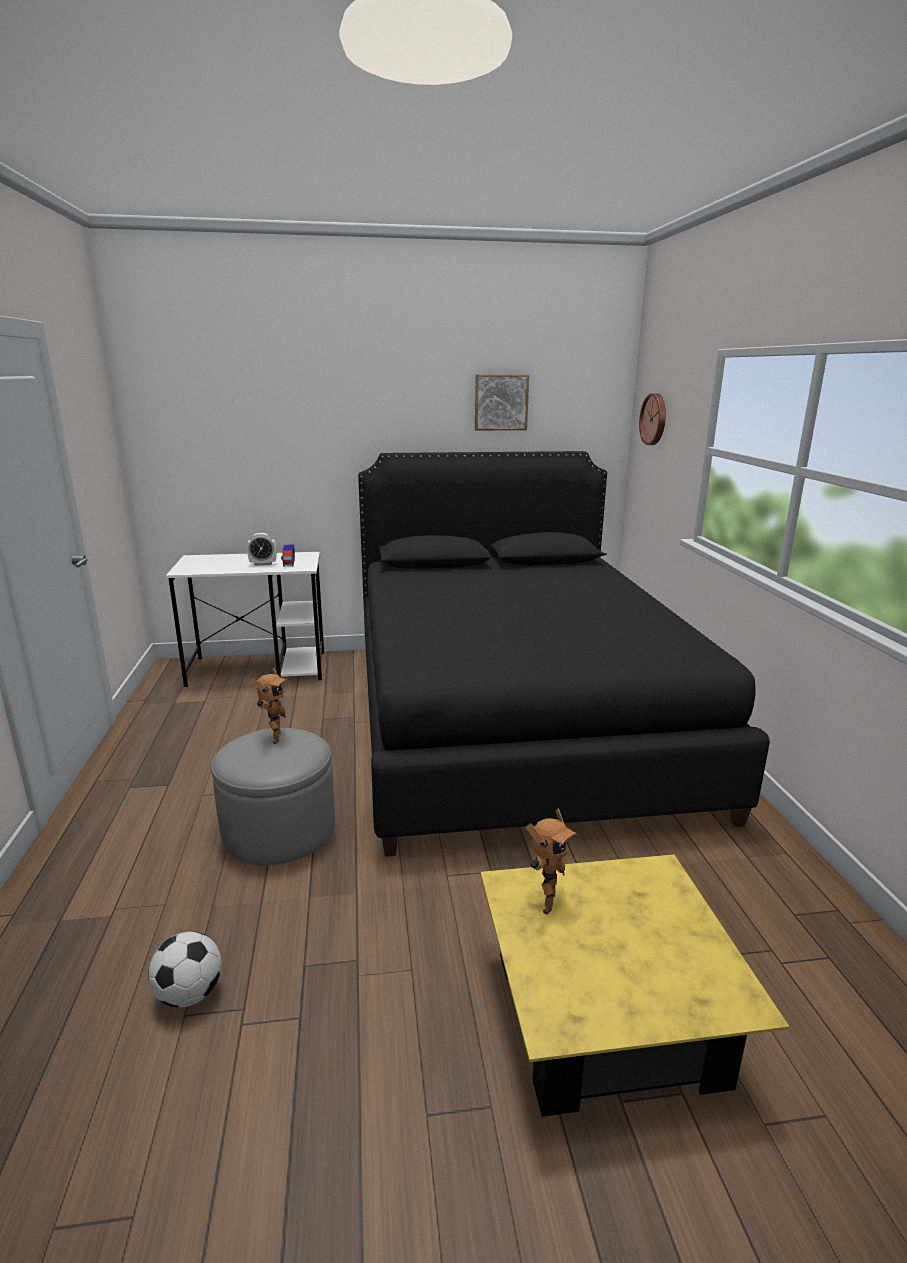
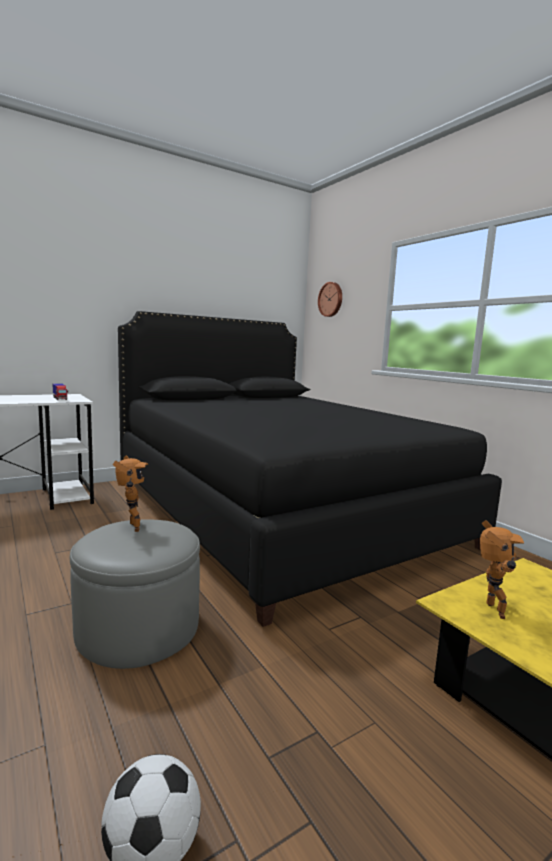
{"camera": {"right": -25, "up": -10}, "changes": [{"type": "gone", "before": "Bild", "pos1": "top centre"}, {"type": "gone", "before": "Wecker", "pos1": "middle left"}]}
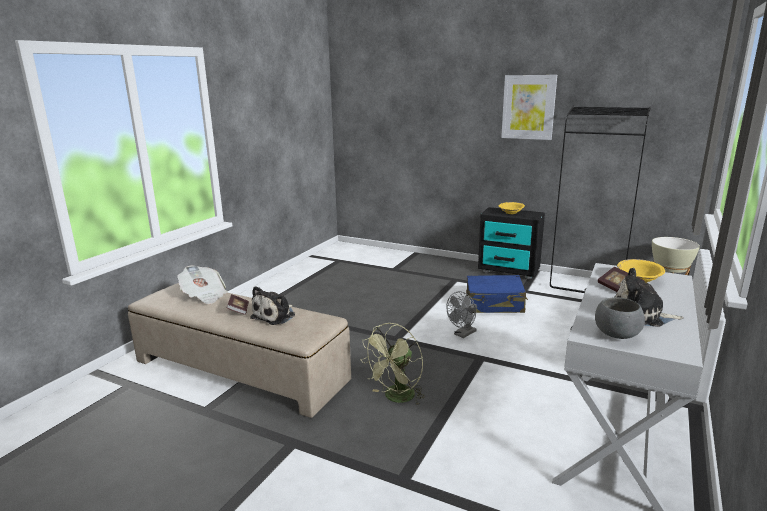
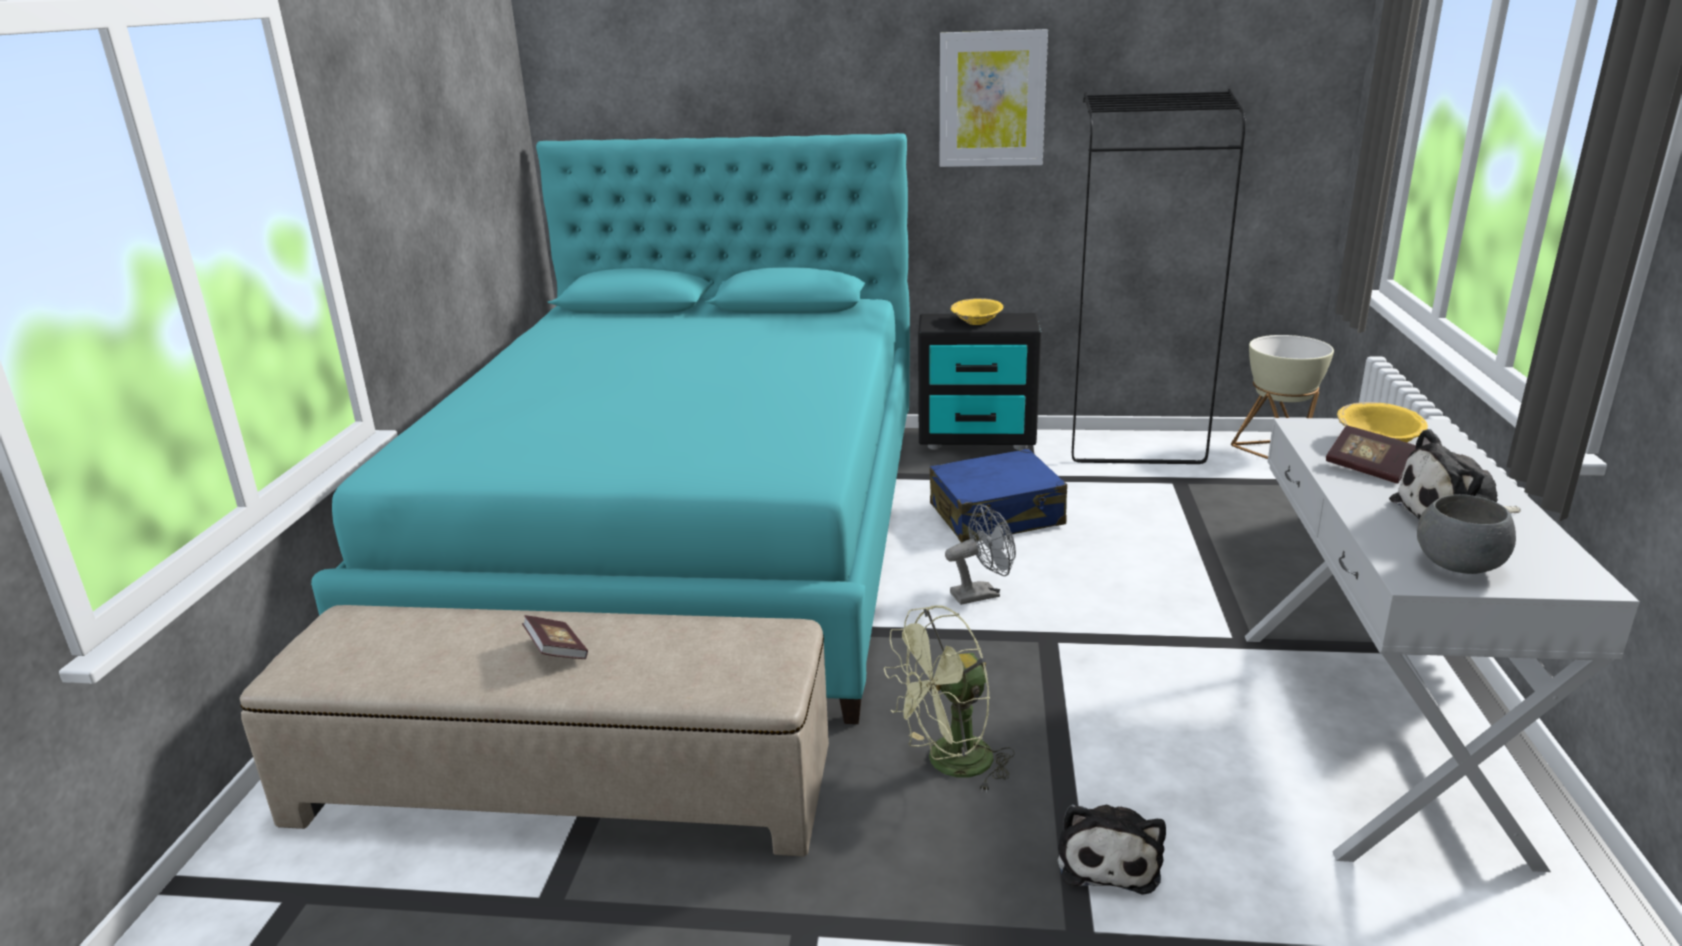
{"camera": {"right": -20, "up": 5}, "changes": [{"type": "gone", "before": "Zeitung", "pos1": "middle left"}, {"type": "shifted", "before": "Plüschtier (no. 1 from left)", "pos1": "centre", "pos2": "bottom centre"}, {"type": "rotated", "before": "Ventilator [grau]", "pos1": "centre", "pos2": "centre", "turn": -135}, {"type": "rotated", "before": "Ventilator [grün]", "pos1": "bottom centre", "pos2": "bottom centre", "turn": 45}, {"type": "new", "after": "Bett [türkis]", "pos2": "centre"}]}
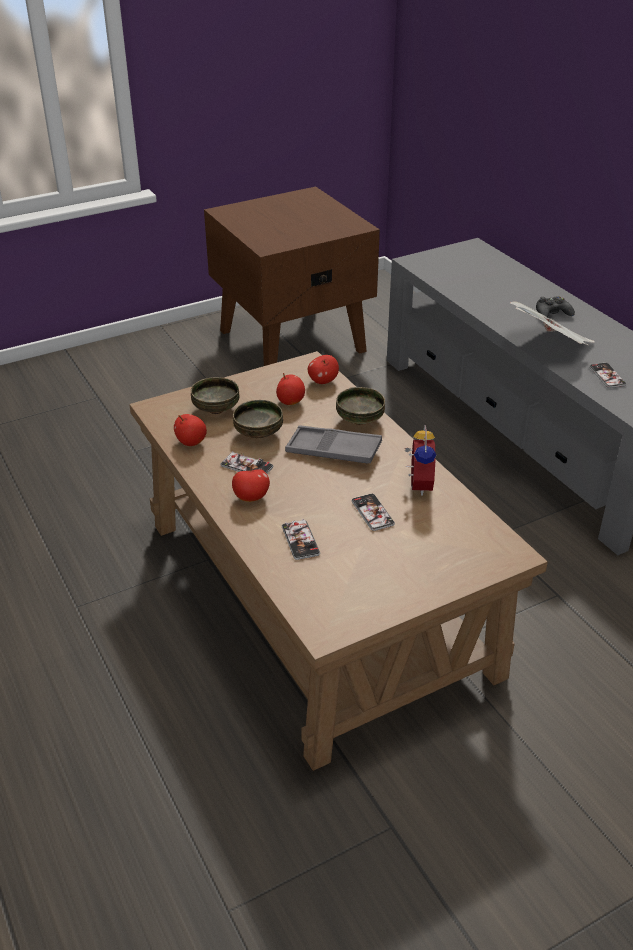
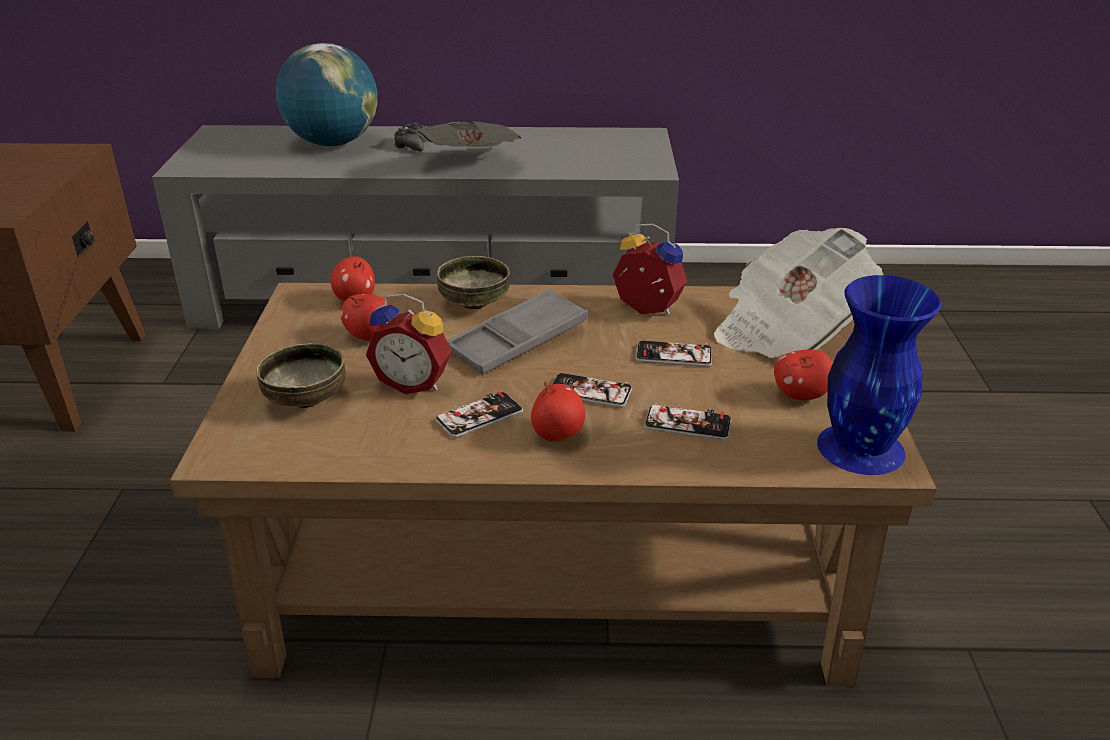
{"camera": {"right": -60, "up": -5}, "changes": [{"type": "shifted", "before": "Handy (no. 4 from left in the first image)", "after": "Handy (no. 2 from left)", "pos1": "middle right", "pos2": "centre"}, {"type": "swapped", "before": "Schüssel (no. 2 from left)", "after": "Wecker (no. 1 from left)", "pos1": "centre", "pos2": "centre"}, {"type": "shifted", "before": "Apfel (no. 1 from left in the first image)", "after": "Apfel (no. 4 from left)", "pos1": "middle left", "pos2": "middle right"}, {"type": "new", "after": "Globus", "pos2": "top left"}, {"type": "new", "after": "Zeitung (no. 2 from left)", "pos2": "middle right"}, {"type": "new", "after": "Vase [blau]", "pos2": "middle right"}]}
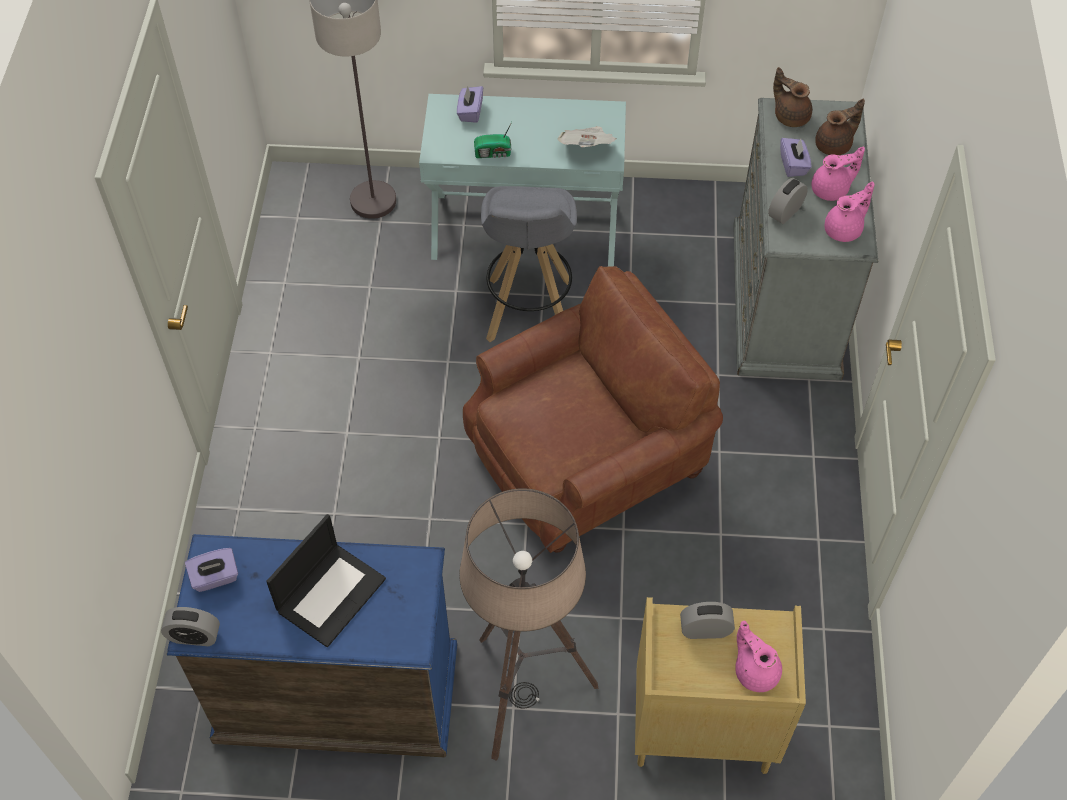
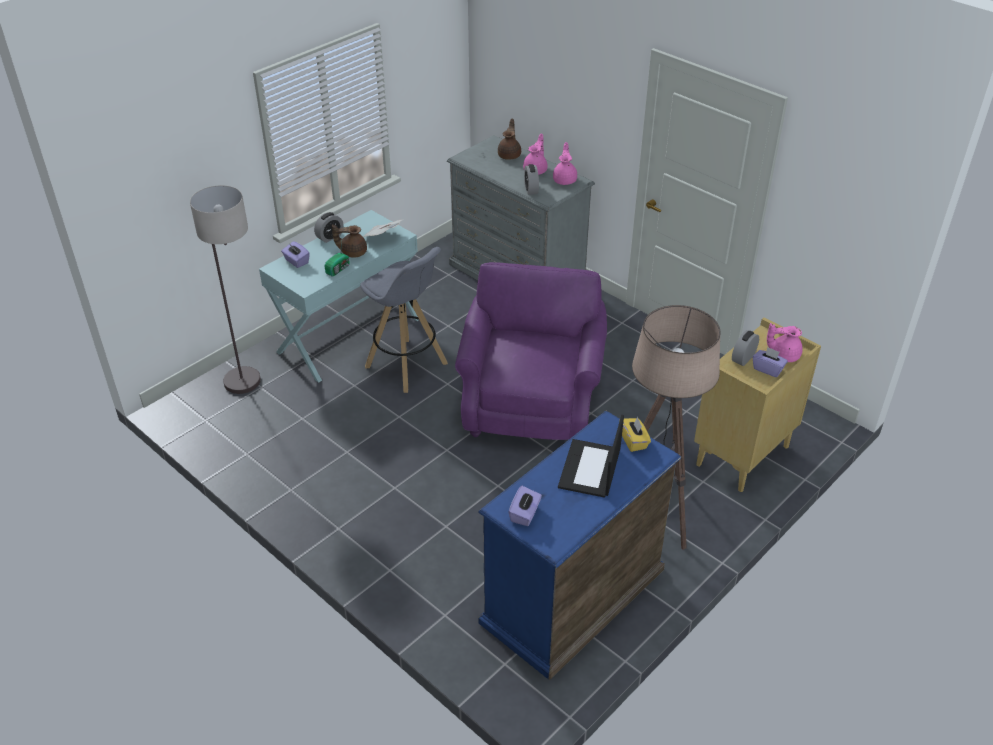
{"camera": {"right": -50, "up": -15}, "changes": [{"type": "shifted", "before": "Teekanne [braun] (no. 1 from left)", "pos1": "top right", "pos2": "top centre"}, {"type": "shifted", "before": "Taschentuchbox [lila] (no. 3 from left)", "pos1": "top right", "pos2": "middle right"}, {"type": "repainted", "before": "Sessel [braun]", "after": "Sessel [lila]", "pos1": "centre", "pos2": "centre"}, {"type": "rotated", "before": "Laptop", "pos1": "bottom left", "pos2": "centre", "turn": -150}, {"type": "shifted", "before": "Wecker (no. 1 from left)", "pos1": "bottom left", "pos2": "top left"}, {"type": "new", "after": "Taschentuchbox [gelb]", "pos2": "centre"}]}
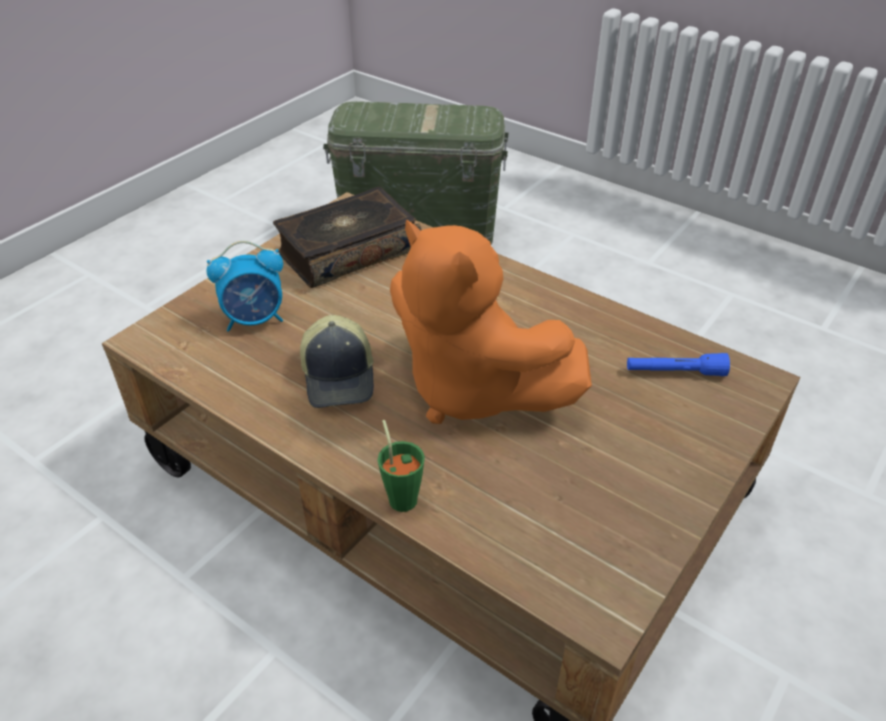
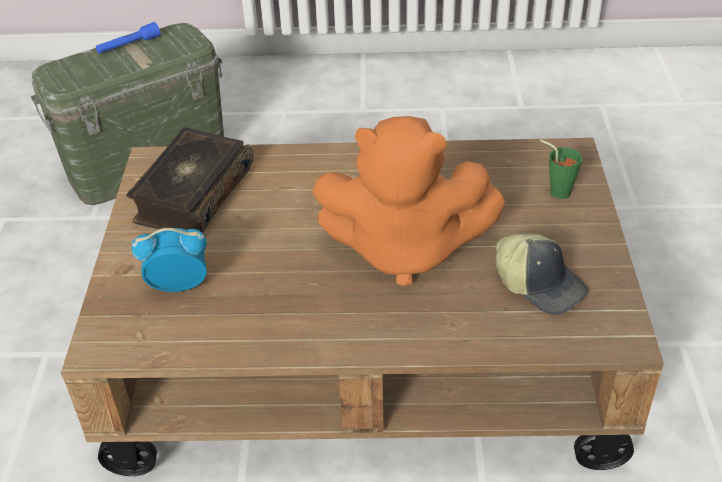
{"camera": {"right": -35, "up": 0}, "changes": [{"type": "rotated", "before": "Wecker", "pos1": "middle left", "pos2": "middle left", "turn": -135}, {"type": "shifted", "before": "Kappe", "pos1": "centre", "pos2": "middle right"}, {"type": "shifted", "before": "Taschenlampe [blau]", "pos1": "middle right", "pos2": "top left"}, {"type": "shifted", "before": "Tasse [grün]", "pos1": "centre", "pos2": "middle right"}]}
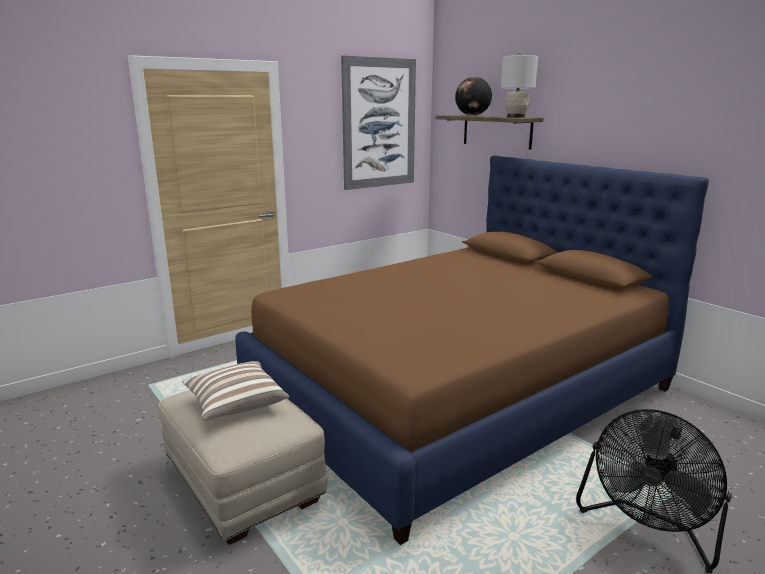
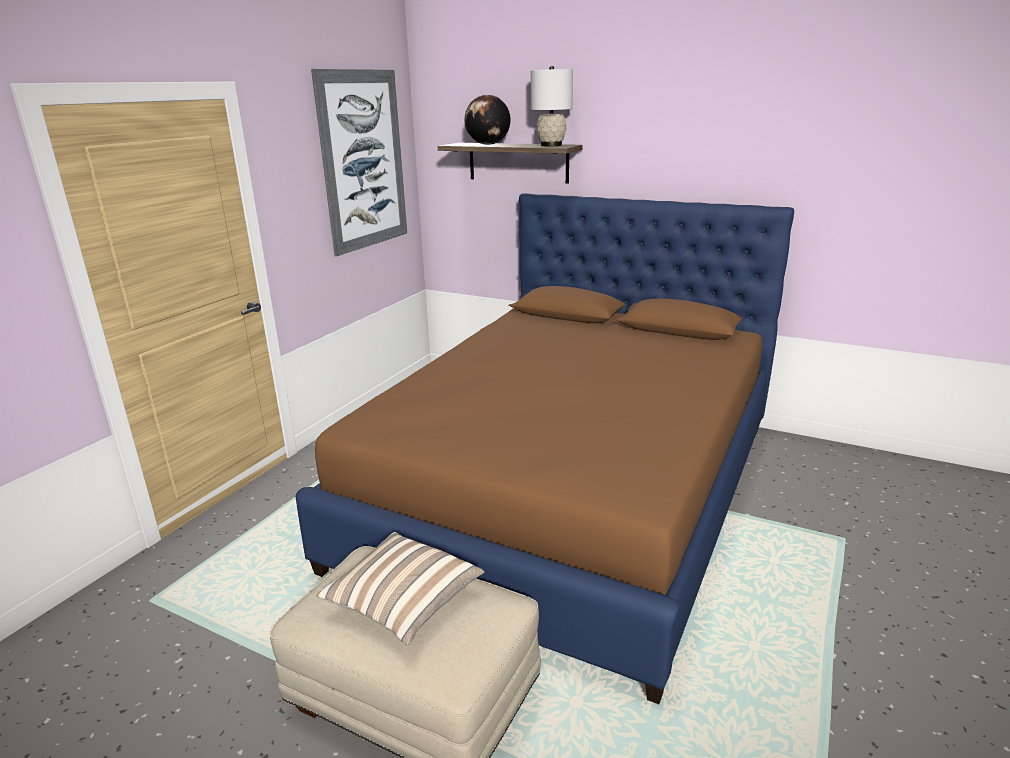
{"camera": {"right": -25, "up": 5}, "changes": [{"type": "gone", "before": "Ventilator [schwarz]", "pos1": "bottom right"}]}
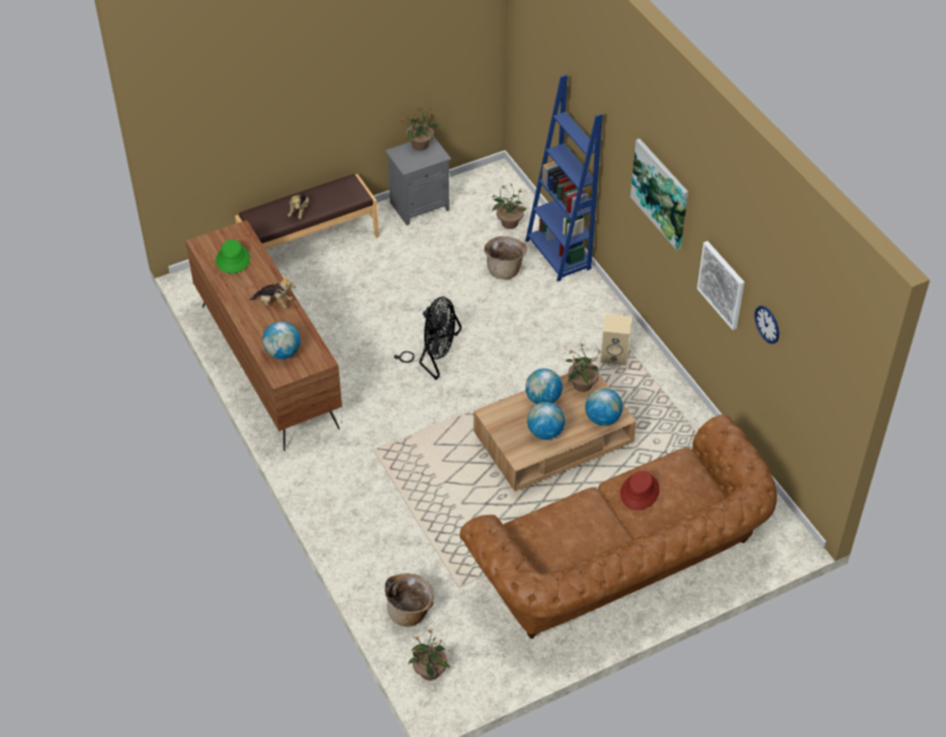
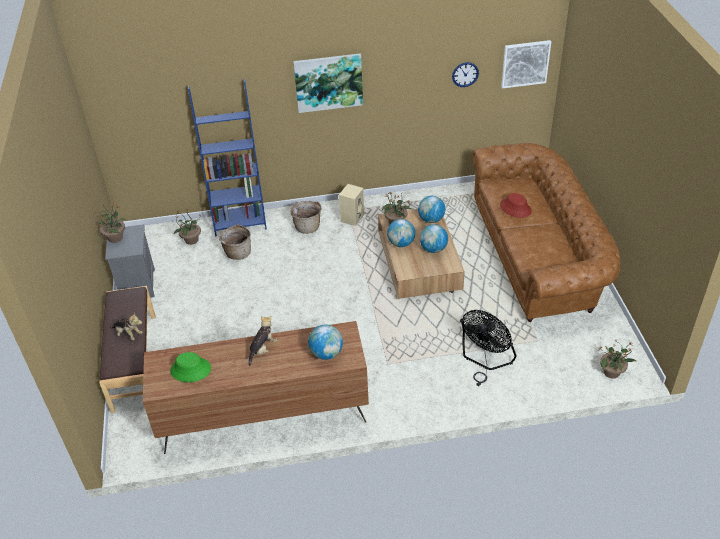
{"camera": {"right": -70, "up": -5}, "changes": [{"type": "shifted", "before": "Bild (no. 2 from left)", "pos1": "middle right", "pos2": "top right"}, {"type": "shifted", "before": "Ventilator [schwarz]", "pos1": "centre", "pos2": "middle right"}, {"type": "shifted", "before": "Korb (no. 1 from left in the first image)", "after": "Korb (no. 2 from left)", "pos1": "bottom centre", "pos2": "centre"}]}
